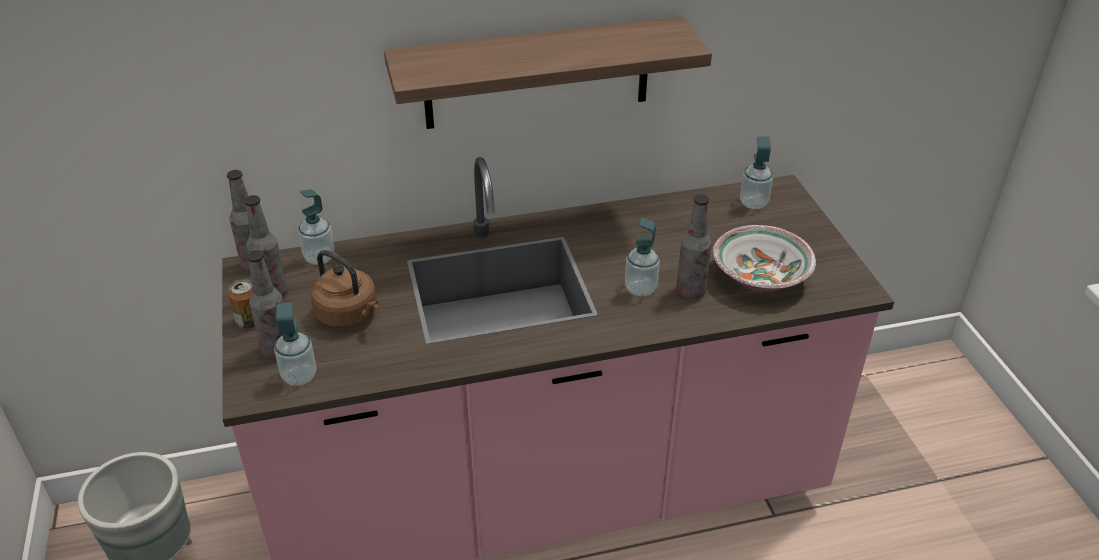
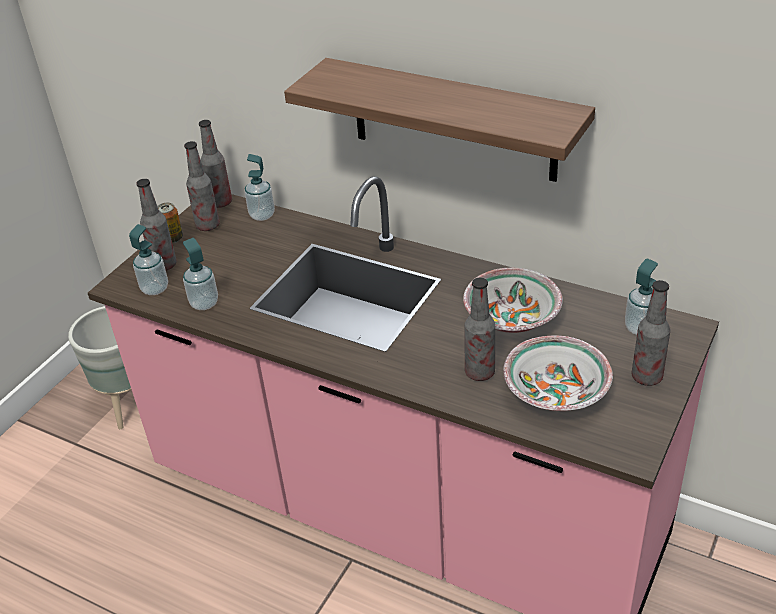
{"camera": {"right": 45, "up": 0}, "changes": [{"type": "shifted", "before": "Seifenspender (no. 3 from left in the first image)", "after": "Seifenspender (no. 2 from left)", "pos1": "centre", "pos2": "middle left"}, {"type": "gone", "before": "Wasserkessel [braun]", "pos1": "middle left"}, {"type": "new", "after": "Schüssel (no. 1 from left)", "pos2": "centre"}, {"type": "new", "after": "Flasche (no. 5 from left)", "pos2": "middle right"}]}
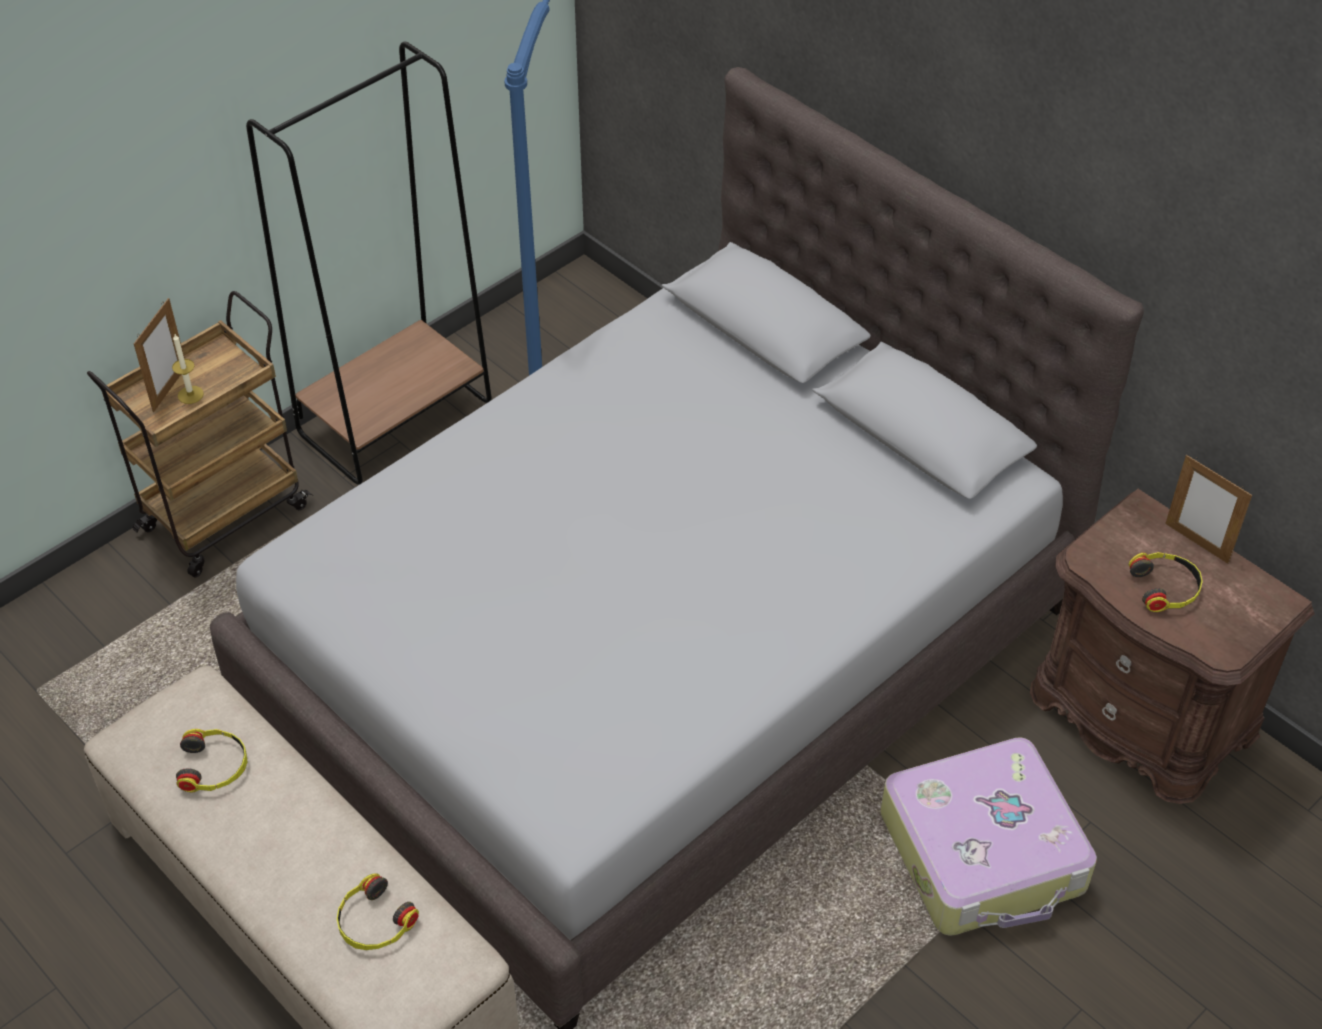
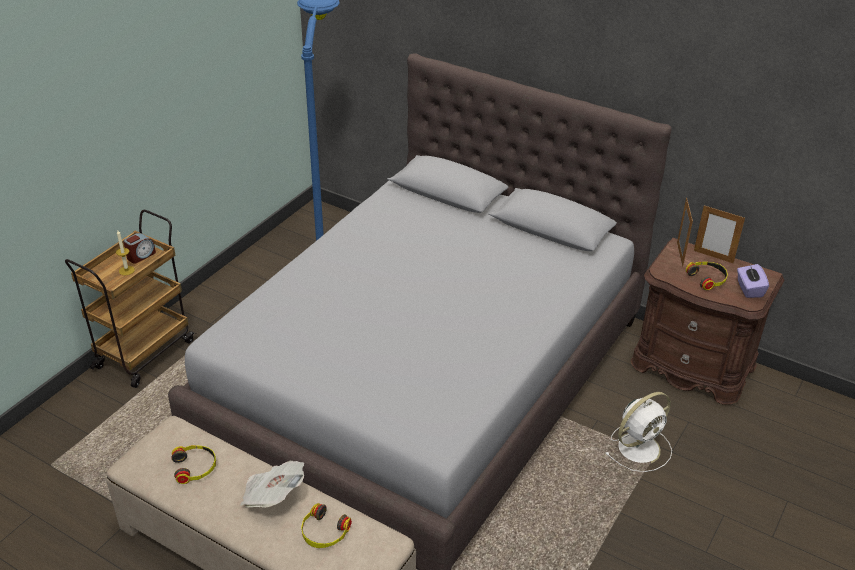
{"camera": {"right": -15, "up": -10}, "changes": [{"type": "gone", "before": "Kleiderständer", "pos1": "top left"}, {"type": "shifted", "before": "Bilderrahmen (no. 1 from left)", "pos1": "middle left", "pos2": "middle right"}, {"type": "swapped", "before": "Koffer", "after": "Ventilator [weiß]", "pos1": "bottom right", "pos2": "bottom right"}, {"type": "new", "after": "Wecker", "pos2": "middle left"}, {"type": "new", "after": "Taschentuchbox [lila]", "pos2": "middle right"}, {"type": "new", "after": "Zeitung", "pos2": "bottom left"}]}
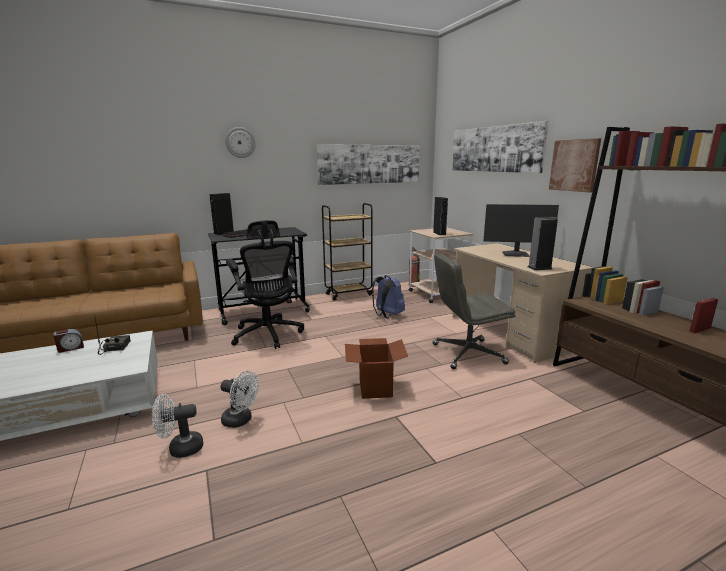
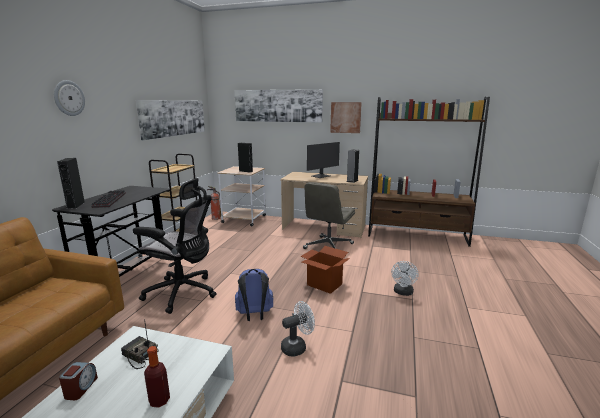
{"camera": {"right": -50, "up": 0}, "changes": [{"type": "shifted", "before": "Rucksack [blau]", "pos1": "centre", "pos2": "bottom centre"}, {"type": "shifted", "before": "Ventilator [weiß] (no. 1 from left in the first image)", "after": "Ventilator [weiß] (no. 2 from left)", "pos1": "bottom left", "pos2": "middle right"}, {"type": "new", "after": "Flasche", "pos2": "bottom left"}]}
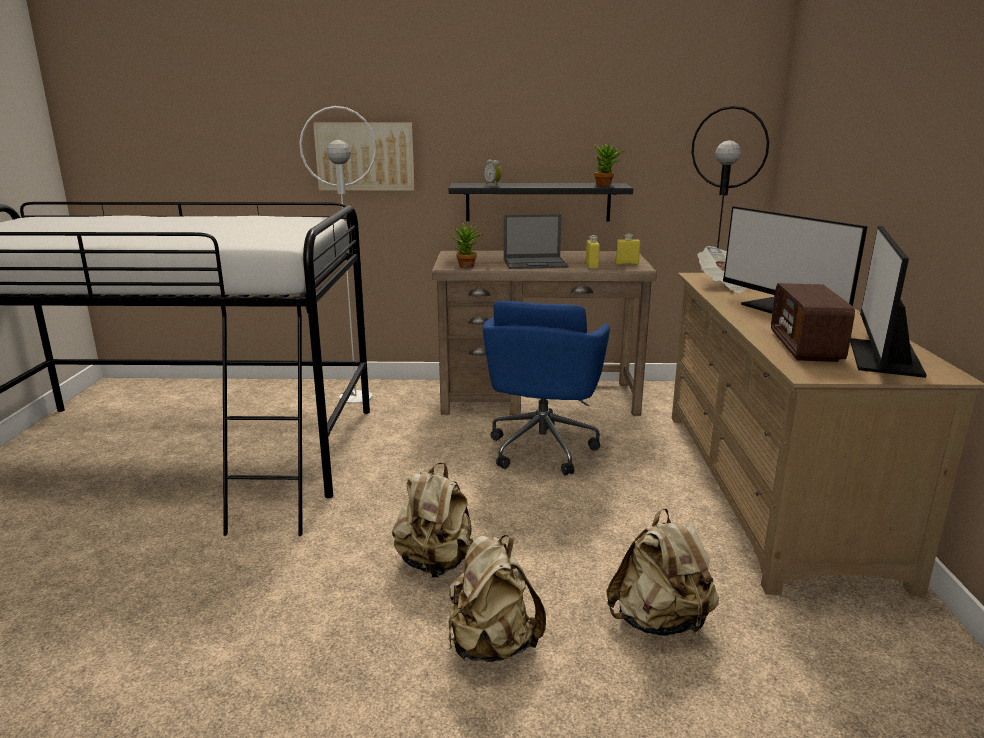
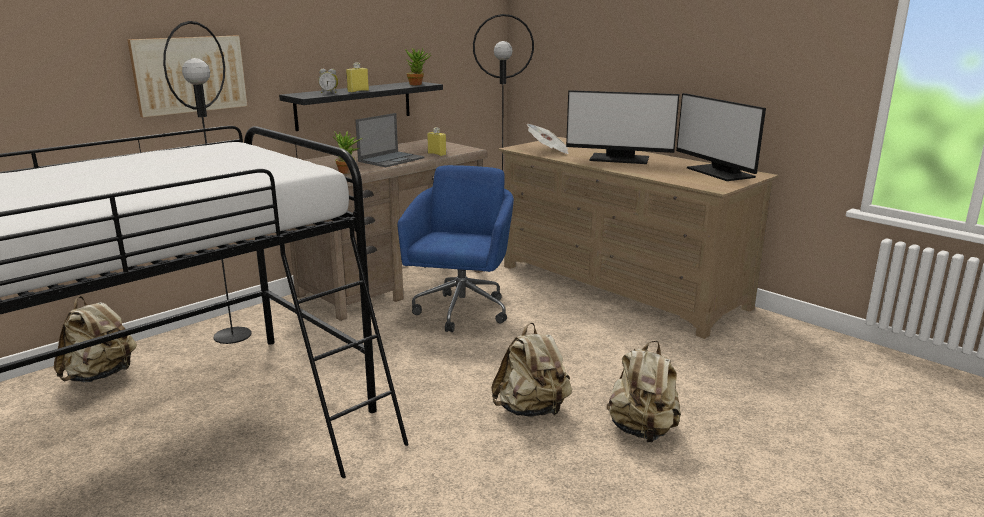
{"camera": {"right": -45, "up": 0}, "changes": [{"type": "repainted", "before": "Stehlampe [weiß]", "after": "Stehlampe [schwarz] (no. 1 from left)", "pos1": "centre", "pos2": "middle left"}, {"type": "shifted", "before": "Flasche [gelb] (no. 2 from left in the first image)", "after": "Flasche [gelb] (no. 1 from left)", "pos1": "centre", "pos2": "top centre"}, {"type": "gone", "before": "Radio", "pos1": "middle right"}, {"type": "rotated", "before": "Bürostuhl [blau]", "pos1": "centre", "pos2": "centre", "turn": -135}, {"type": "shifted", "before": "Rucksack [beige] (no. 3 from left in the first image)", "after": "Rucksack [beige] (no. 1 from left)", "pos1": "bottom right", "pos2": "middle left"}]}
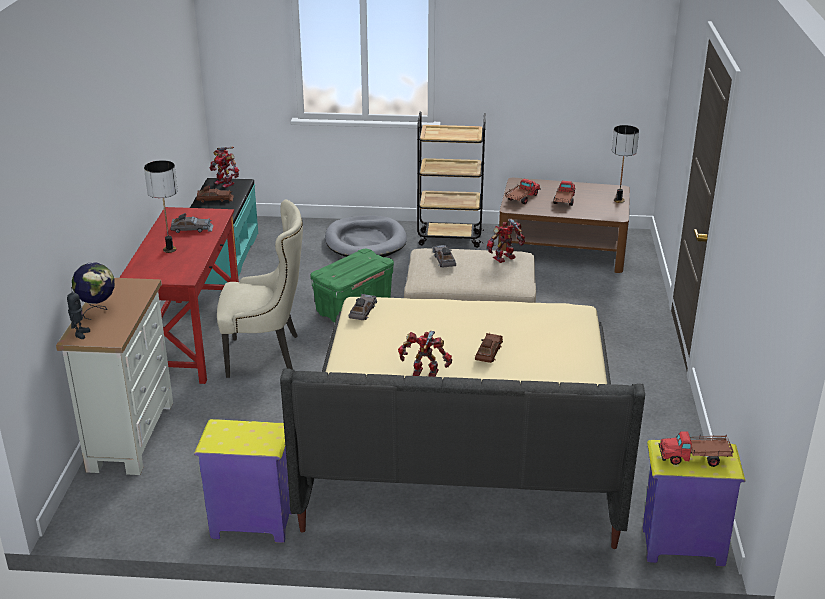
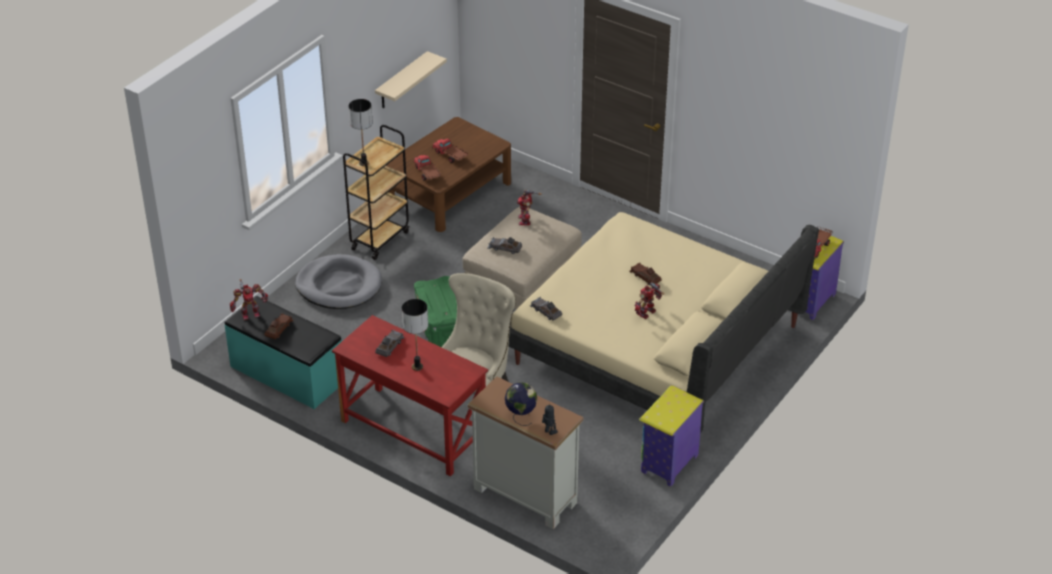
{"camera": {"right": -60, "up": 10}, "changes": [{"type": "shifted", "before": "Tischlampe (no. 2 from left in the first image)", "after": "Tischlampe (no. 1 from left)", "pos1": "top right", "pos2": "top centre"}, {"type": "new", "after": "Wandregal [beige]", "pos2": "top centre"}]}
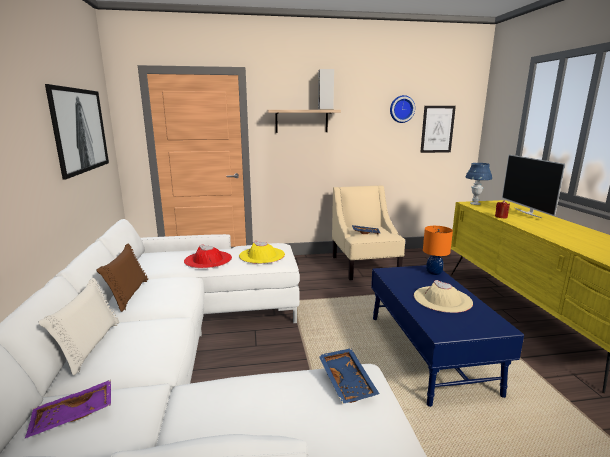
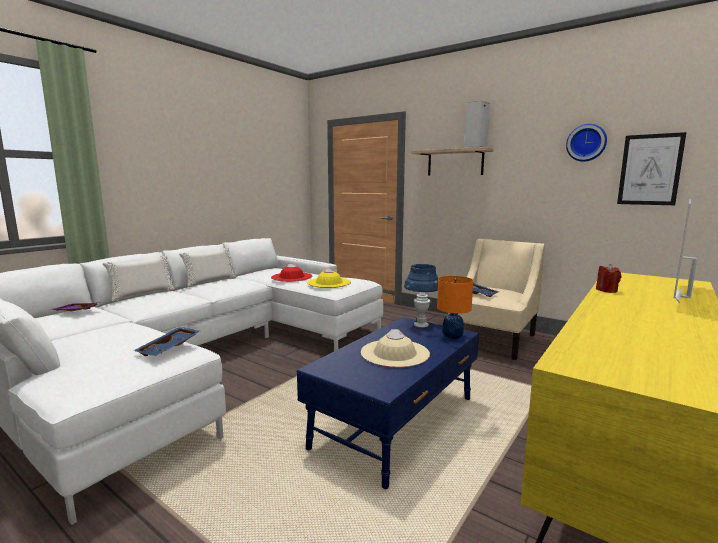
{"camera": {"right": 45, "up": -5}, "changes": [{"type": "gone", "before": "Bild (no. 1 from left)", "pos1": "top left"}, {"type": "shifted", "before": "Tischlampe [blau]", "pos1": "middle right", "pos2": "centre"}, {"type": "repainted", "before": "Kissen [braun]", "after": "Kissen [weiß] (no. 2 from left)", "pos1": "middle left", "pos2": "middle left"}]}
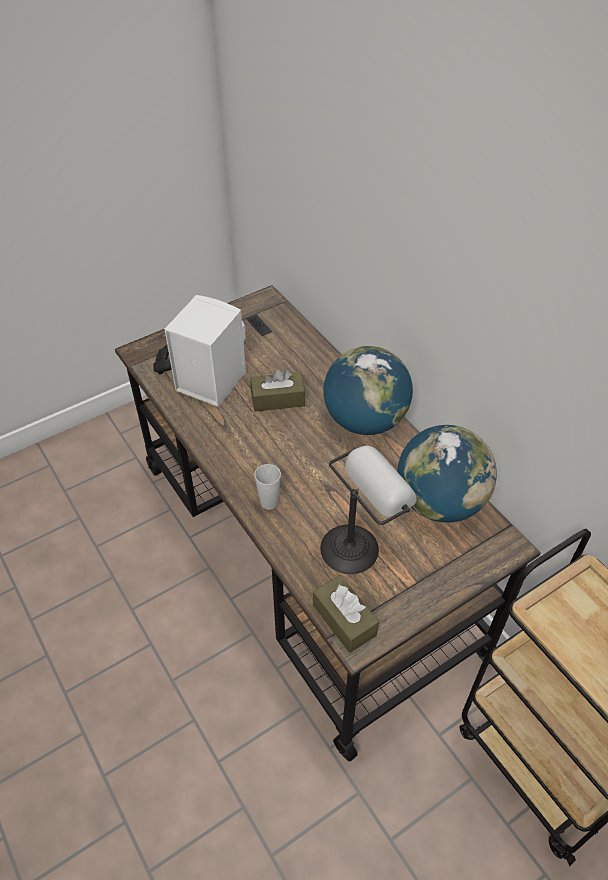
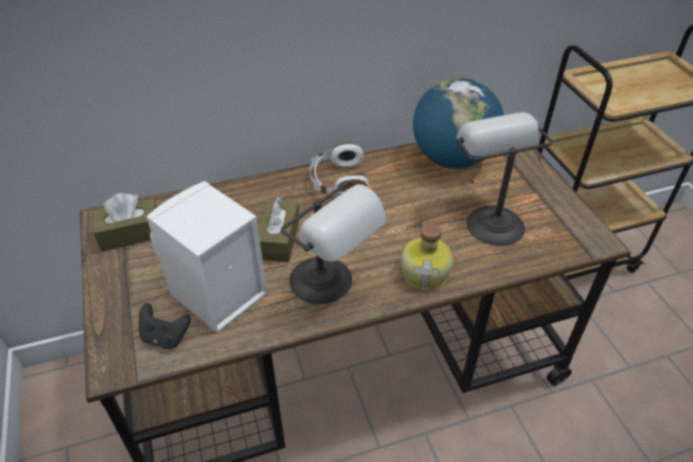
{"camera": {"right": -75, "up": -5}, "changes": [{"type": "swapped", "before": "Globus (no. 1 from left)", "after": "Kopfhörer [weiß]", "pos1": "centre", "pos2": "centre"}, {"type": "swapped", "before": "Tasse", "after": "Flasche", "pos1": "centre", "pos2": "centre"}, {"type": "shifted", "before": "Taschentuchbox [braun] (no. 2 from left in the first image)", "after": "Taschentuchbox [braun] (no. 1 from left)", "pos1": "bottom centre", "pos2": "middle left"}, {"type": "new", "after": "Tischlampe (no. 1 from left)", "pos2": "centre"}]}
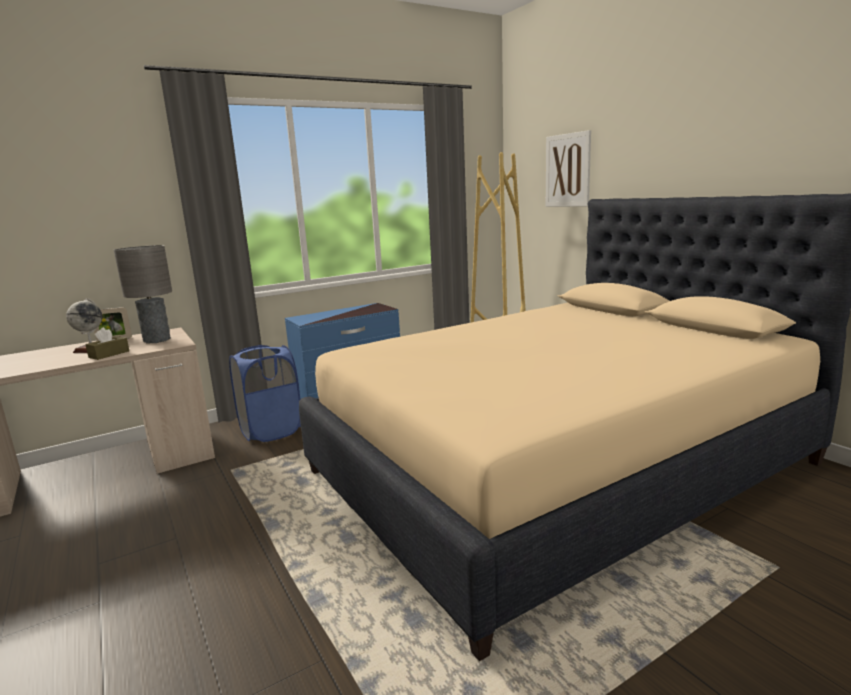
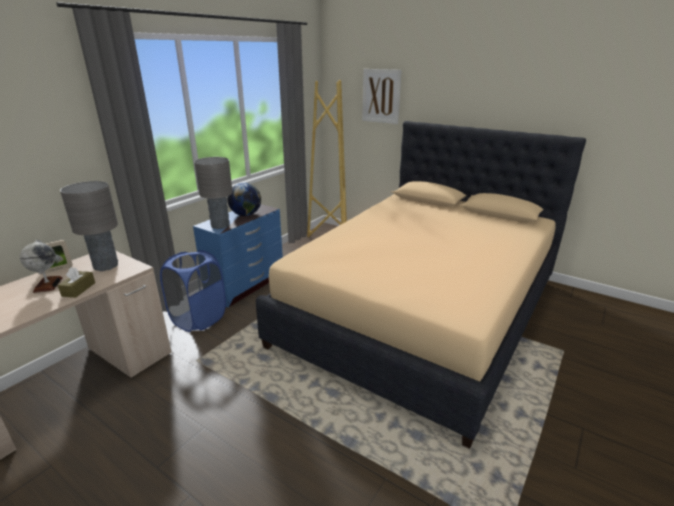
{"camera": {"right": -25, "up": 10}, "changes": [{"type": "new", "after": "Tischlampe [grau] (no. 2 from left)", "pos2": "middle left"}, {"type": "new", "after": "Globus (no. 2 from left)", "pos2": "centre"}]}
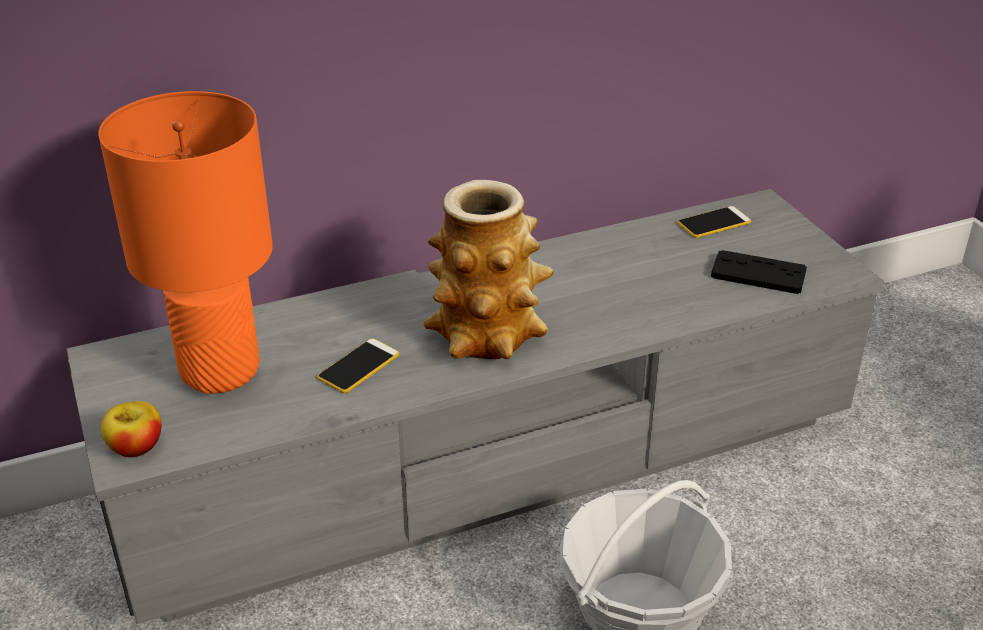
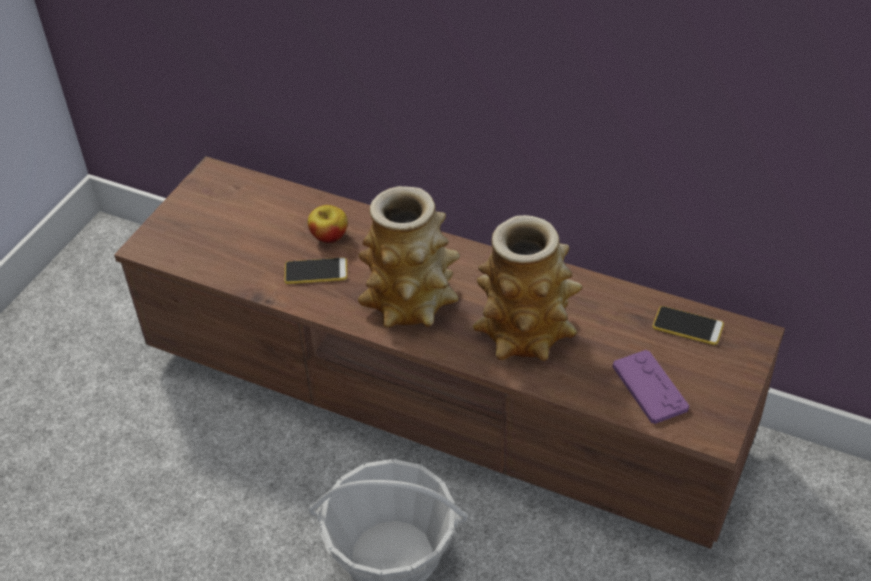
{"camera": {"right": 50, "up": 10}, "changes": [{"type": "gone", "before": "Tischlampe [orange]", "pos1": "middle left"}, {"type": "repainted", "before": "Fernsehschrank [grau]", "after": "Fernsehschrank [braun]", "pos1": "centre", "pos2": "centre"}, {"type": "repainted", "before": "Gamepad [schwarz]", "after": "Gamepad [lila]", "pos1": "middle right", "pos2": "middle right"}, {"type": "shifted", "before": "Apfel", "pos1": "bottom left", "pos2": "centre"}, {"type": "new", "after": "Vase (no. 2 from left)", "pos2": "centre"}]}
